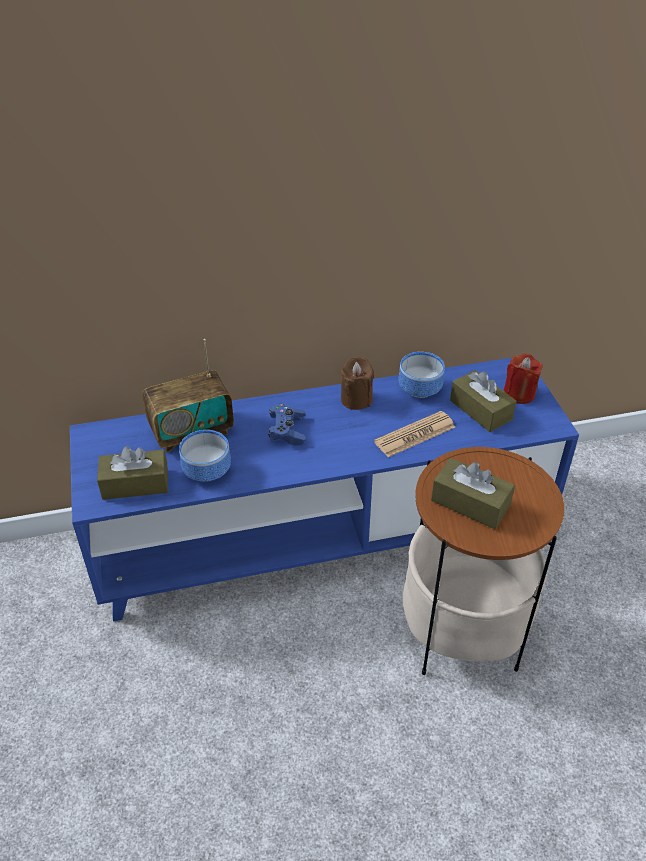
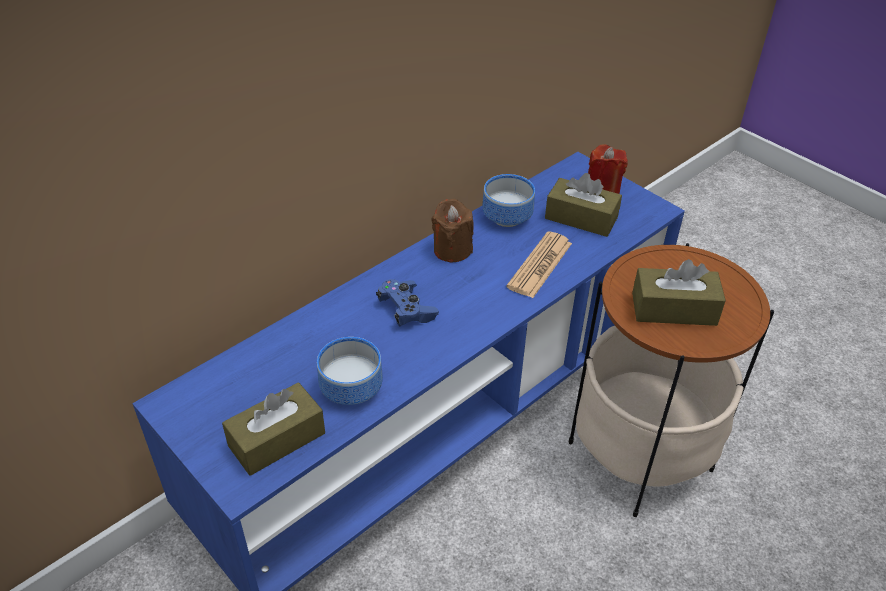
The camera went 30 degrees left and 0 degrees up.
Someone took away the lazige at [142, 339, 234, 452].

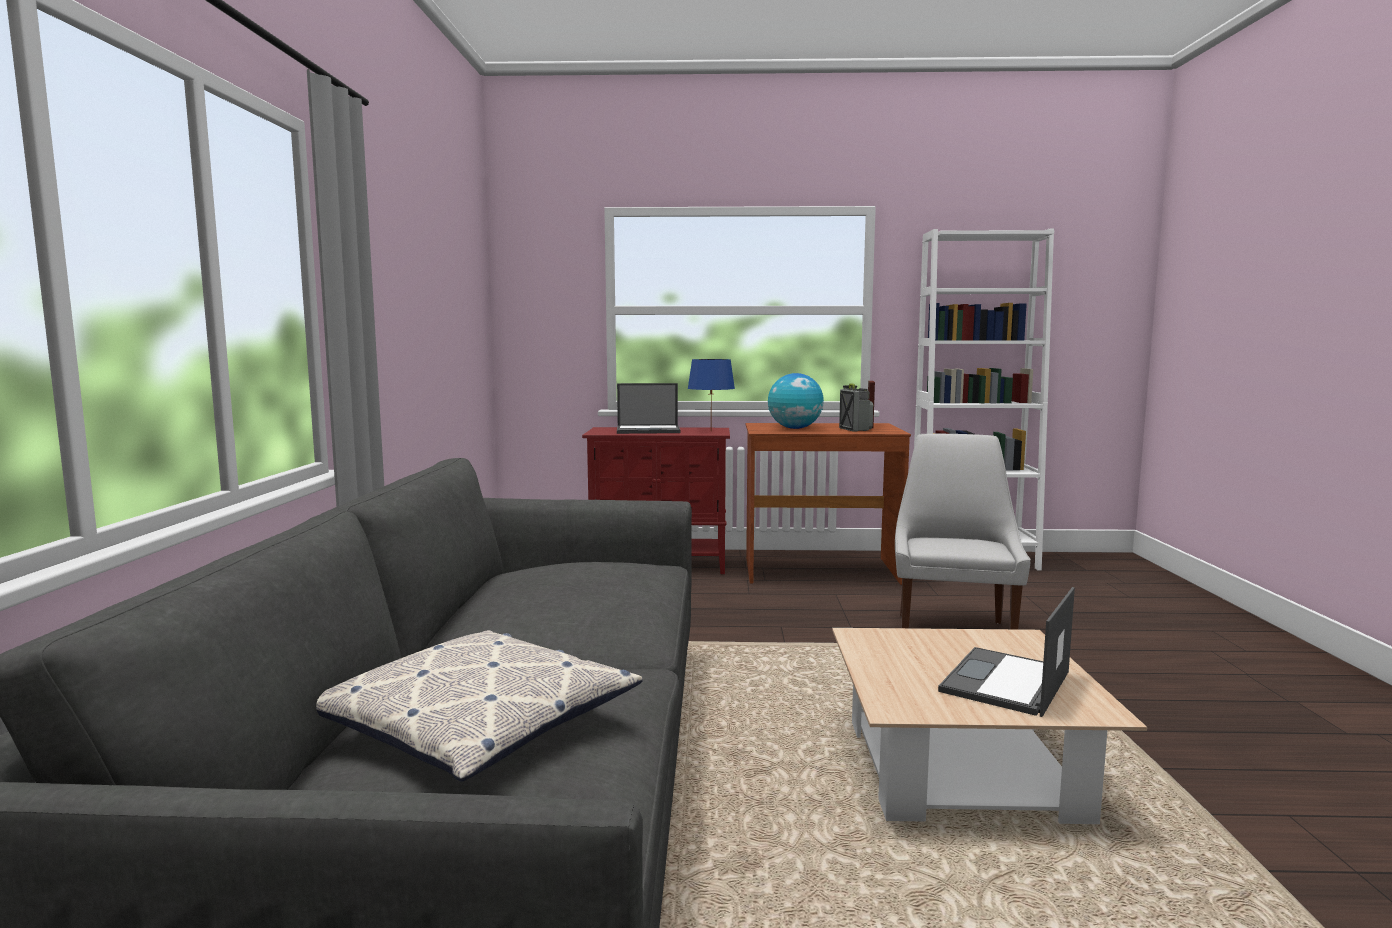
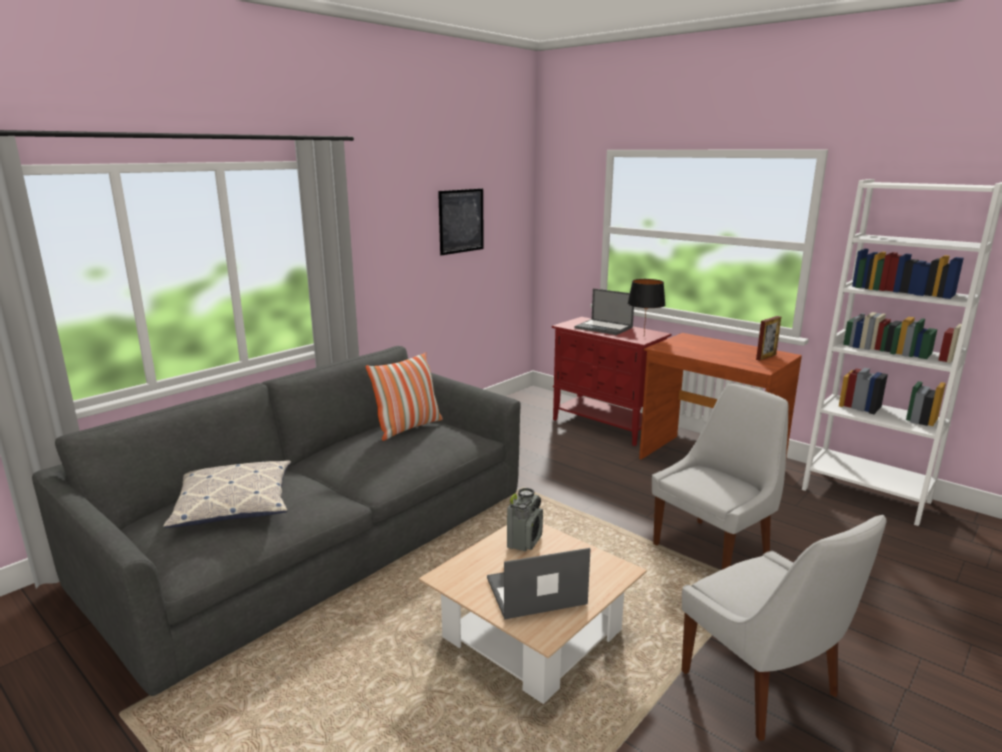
The camera went 40 degrees right and 10 degrees up.
Someone put down the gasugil at [366, 352, 443, 441].
Someone put up the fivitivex at [438, 188, 484, 255].
Someone carried the lazige from [839, 383, 873, 432] to [507, 488, 543, 551].
Someone repainted the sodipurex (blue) at [688, 359, 735, 417], which became the sodipurex (black) at [627, 279, 665, 334].
Someone put down the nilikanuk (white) at [682, 515, 887, 741].
Someone took away the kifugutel at [768, 373, 824, 429].

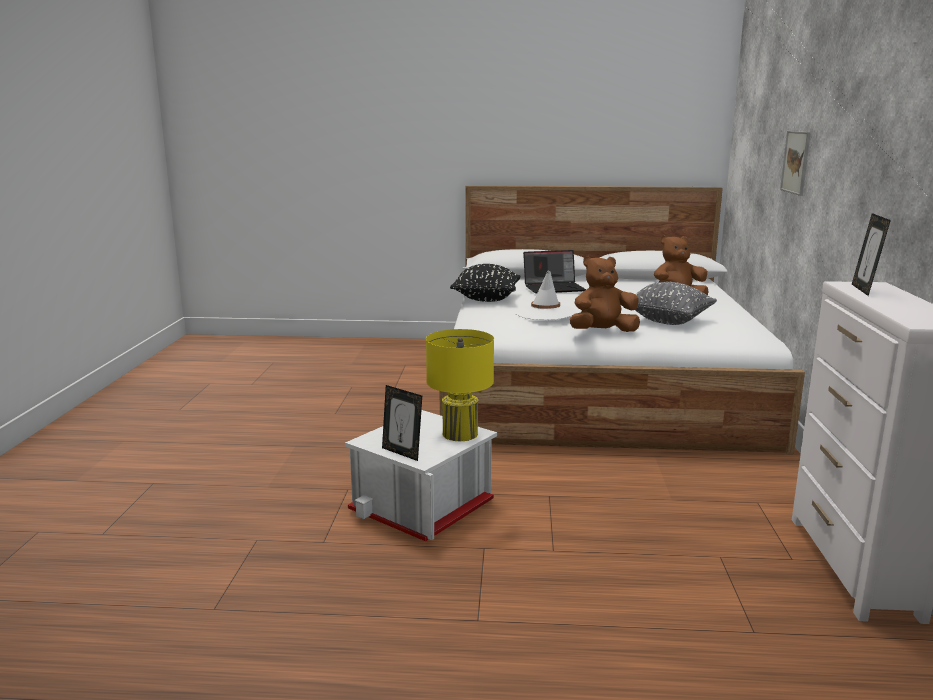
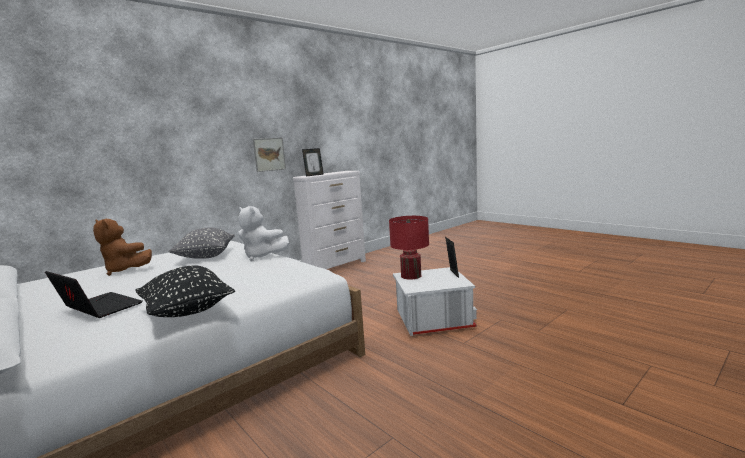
The camera went 135 degrees left and 5 degrees down.
Someone repainted the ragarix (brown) at [570, 256, 640, 332], which became the ragarix (white) at [238, 206, 289, 261].
Someone carried the fivitivex from [780, 131, 811, 196] to [253, 138, 286, 172].
Someone repainted the sodipurex (yellow) at [426, 329, 494, 441], which became the sodipurex (red) at [389, 216, 429, 279].
Someone took away the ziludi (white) at [515, 271, 576, 320].

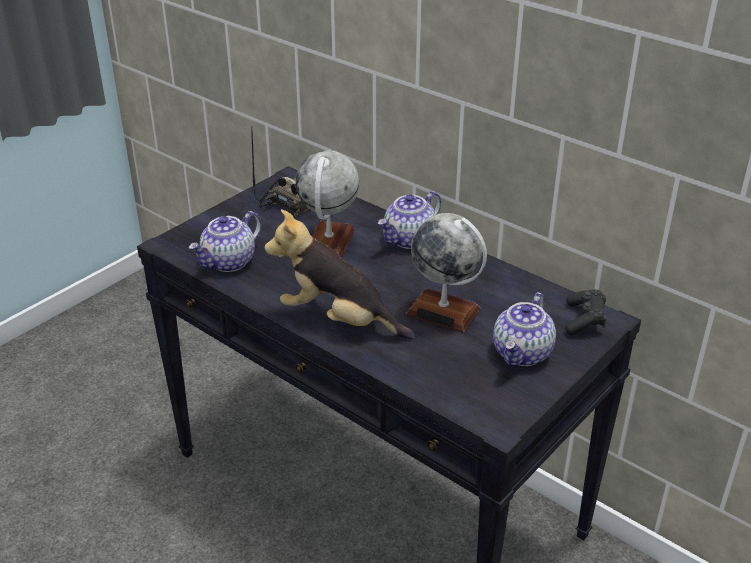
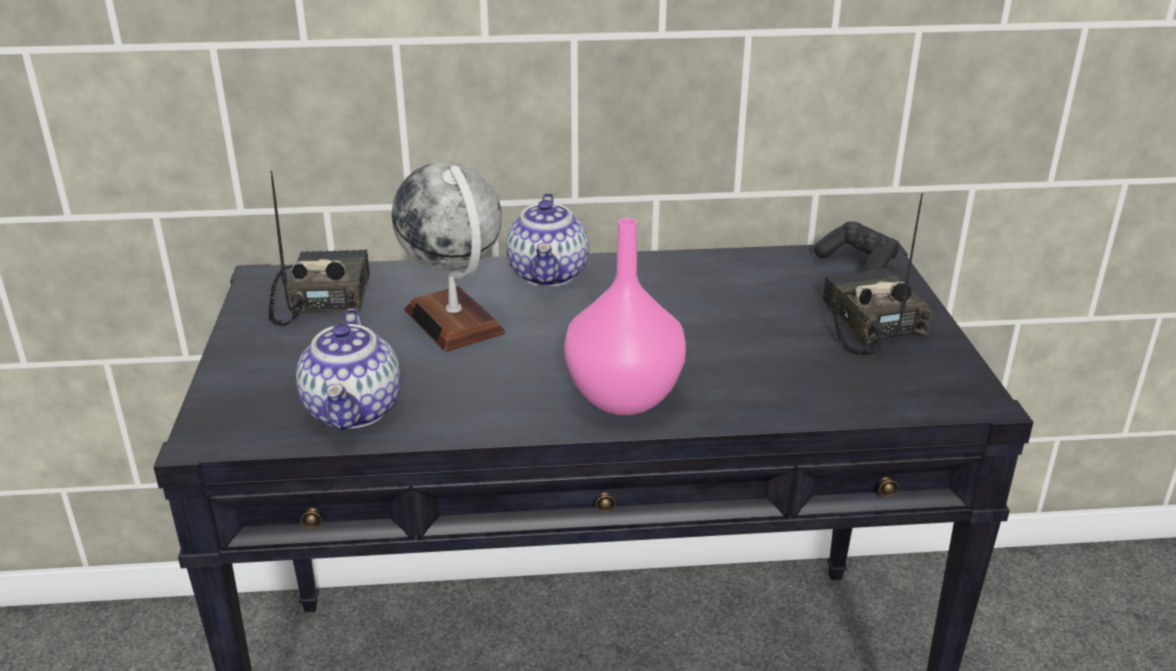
The camera went 45 degrees left and 5 degrees down.
Someone swapped the ragarix at [265, 209, 415, 339] for the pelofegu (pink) at [564, 218, 686, 416].
Someone swapped the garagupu at [493, 292, 556, 366] for the lazige at [822, 193, 933, 355].
Someone took away the kifugutel at [406, 213, 487, 333].

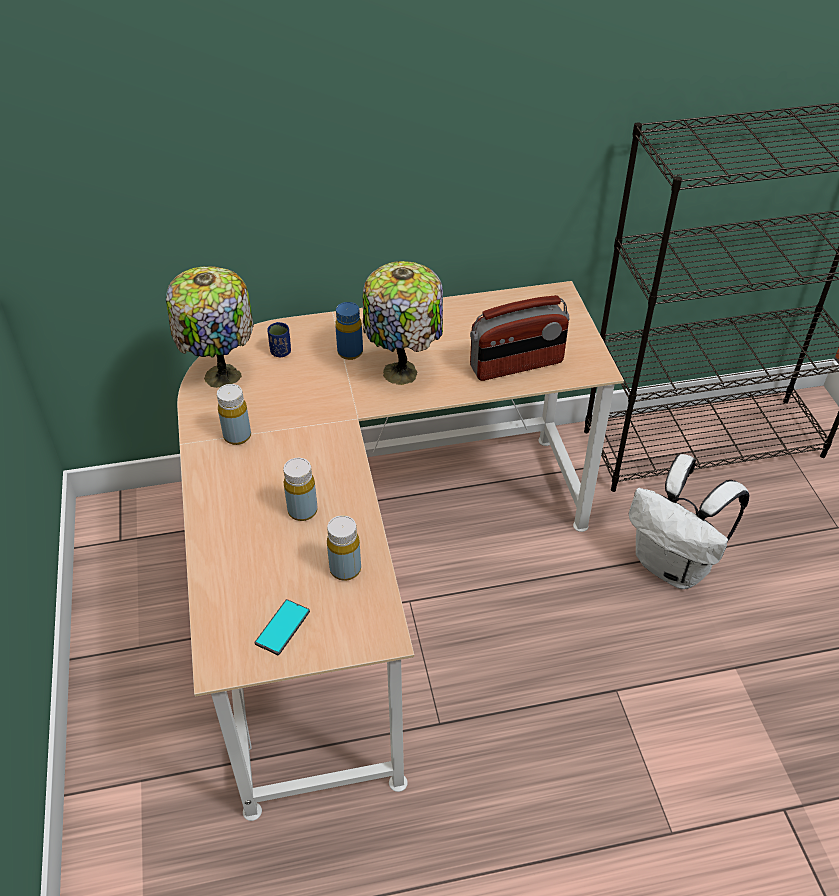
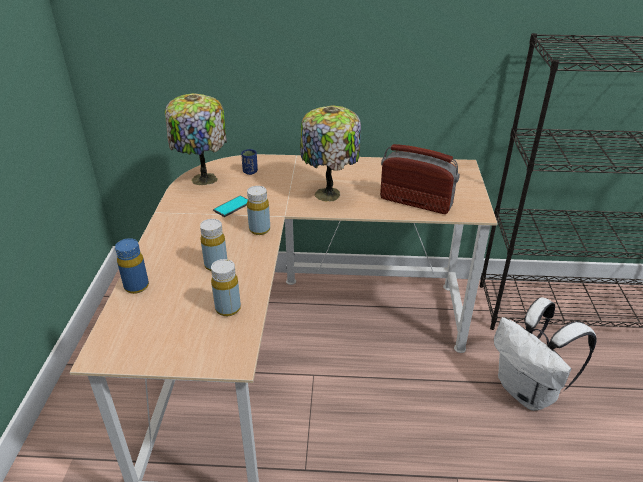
The camera went 15 degrees right and 10 degrees down.
Someone carried the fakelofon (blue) from [335, 302, 363, 360] to [115, 238, 149, 294].
Someone carried the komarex from [255, 599, 310, 655] to [213, 195, 248, 217].
Someone carried the fakelofon (yellow) from [217, 384, 251, 445] to [247, 186, 270, 235].
Someone rotated the lazige at [470, 295, 569, 381] by 150 degrees counterclockwise.

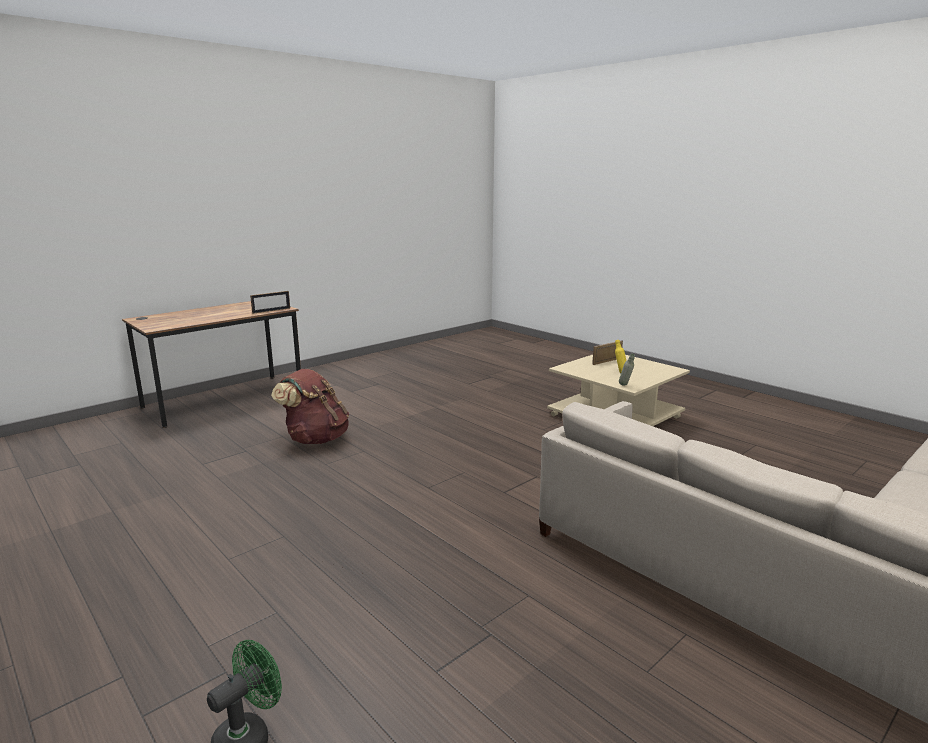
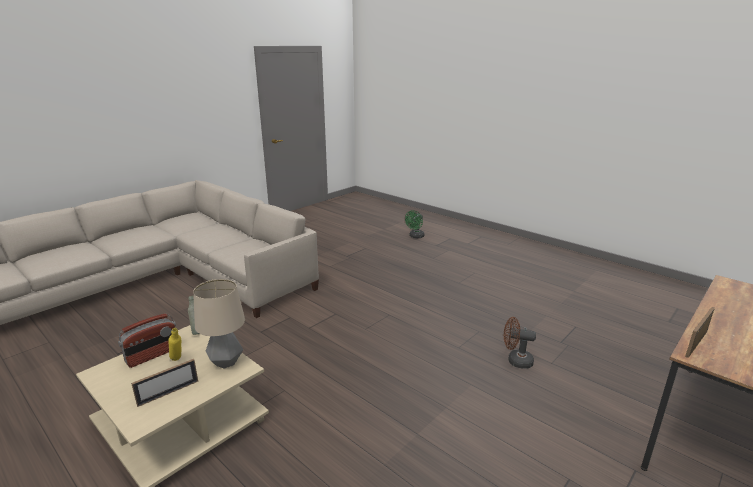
The camera went 175 degrees right and 5 degrees up.
Someone put down the lazige at [118, 313, 176, 368].
Someone put down the sodipurex at [193, 279, 245, 369].
Someone swapped the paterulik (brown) at [271, 369, 349, 444] for the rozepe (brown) at [504, 317, 536, 369].

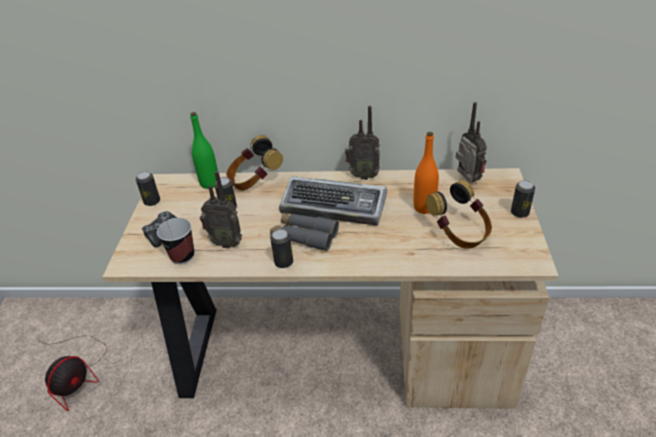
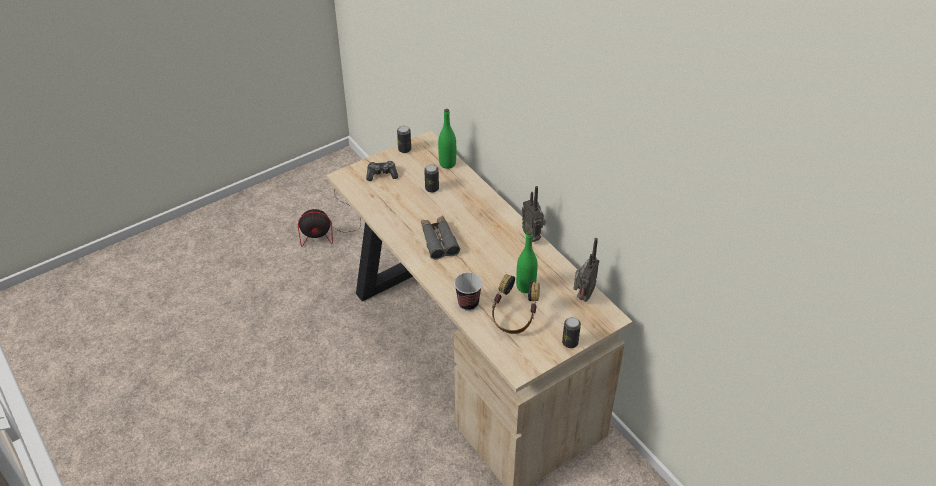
The camera went 50 degrees right and 5 degrees up.
Someone carried the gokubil from [157, 218, 194, 264] to [454, 272, 483, 311].
Someone repainted the fakelofon (orange) at [414, 132, 439, 214], which became the fakelofon (green) at [516, 231, 538, 293].
Someone took away the lazige at [200, 171, 242, 249].
Someone took away the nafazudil at [226, 135, 283, 191].
Someone took away the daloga at [270, 229, 293, 268].
Someone took away the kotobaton at [279, 176, 387, 226].

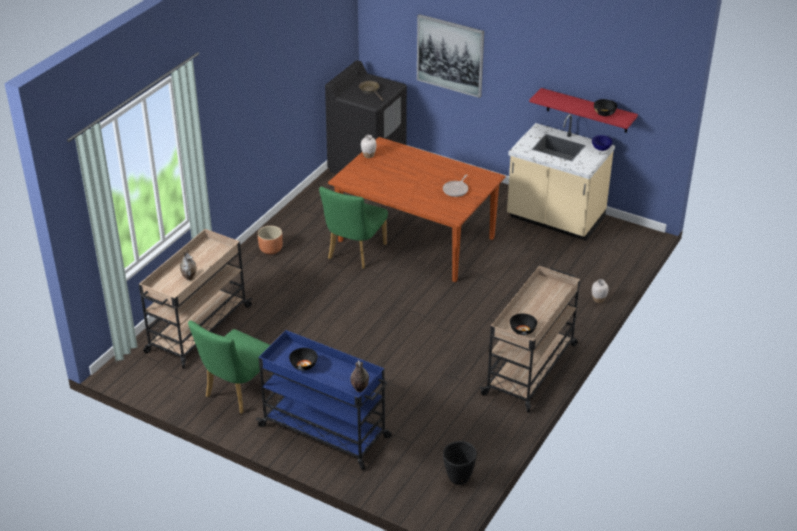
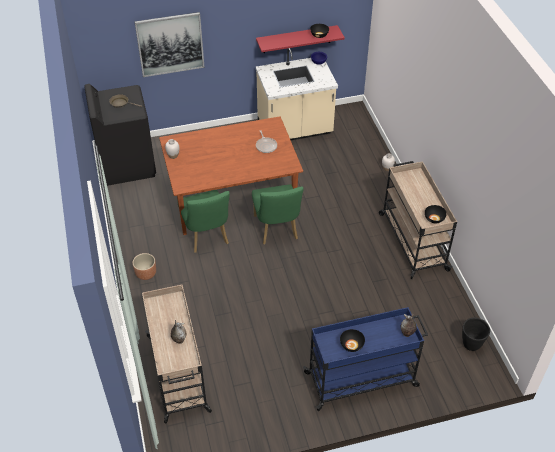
The camera went 45 degrees left and 10 degrees up.
Someone carried the nilikanuk (green) from [188, 321, 270, 414] to [252, 184, 303, 244].

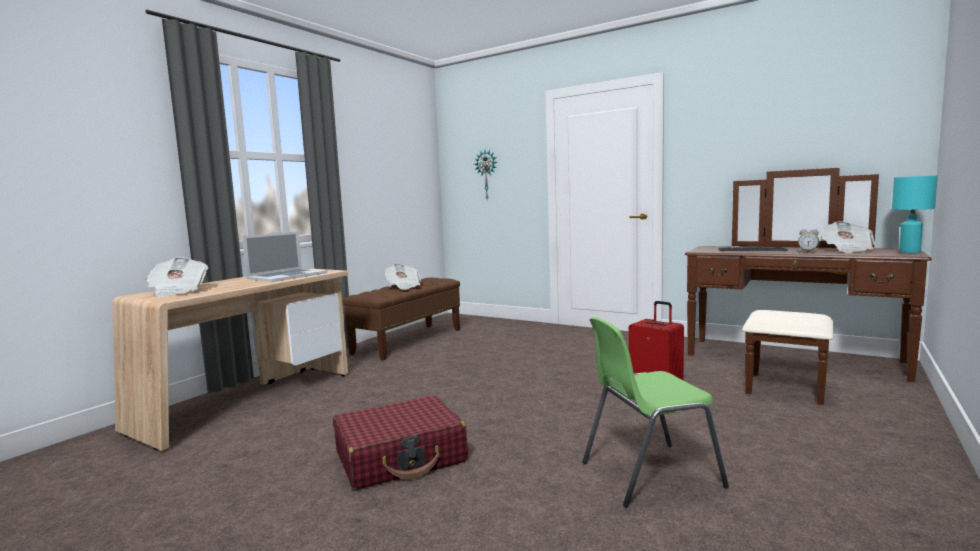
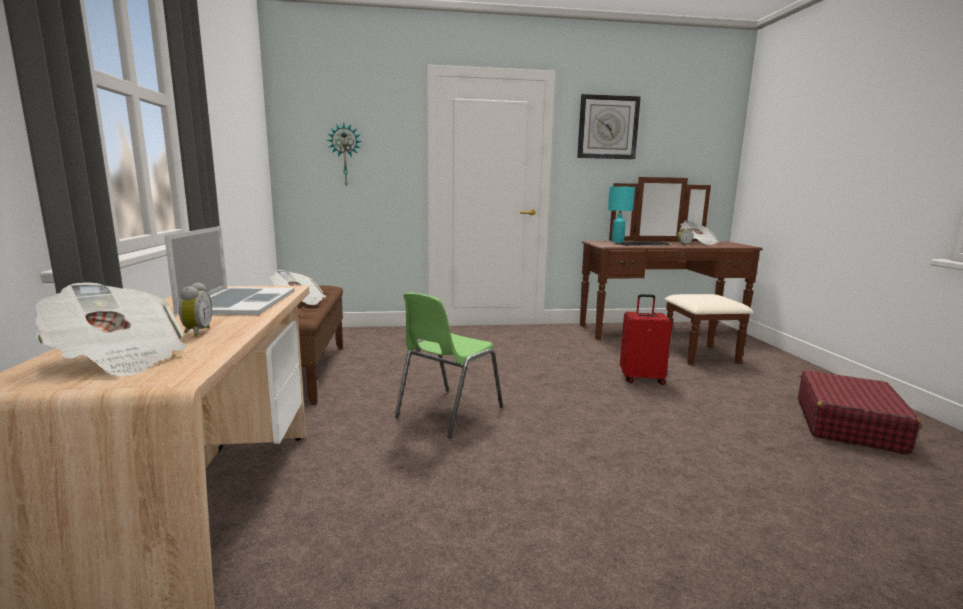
The camera went 40 degrees left and 5 degrees up.
Someone put down the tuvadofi at [179, 282, 212, 337].
Someone carried the nilikanuk (green) from [583, 317, 729, 508] to [394, 293, 503, 438].
Someone put up the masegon at [577, 94, 641, 159].
Someone carried the sodipurex (turquoise) from [892, 176, 938, 253] to [608, 186, 635, 242].
Someone carried the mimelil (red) from [333, 395, 468, 490] to [798, 370, 921, 455].

